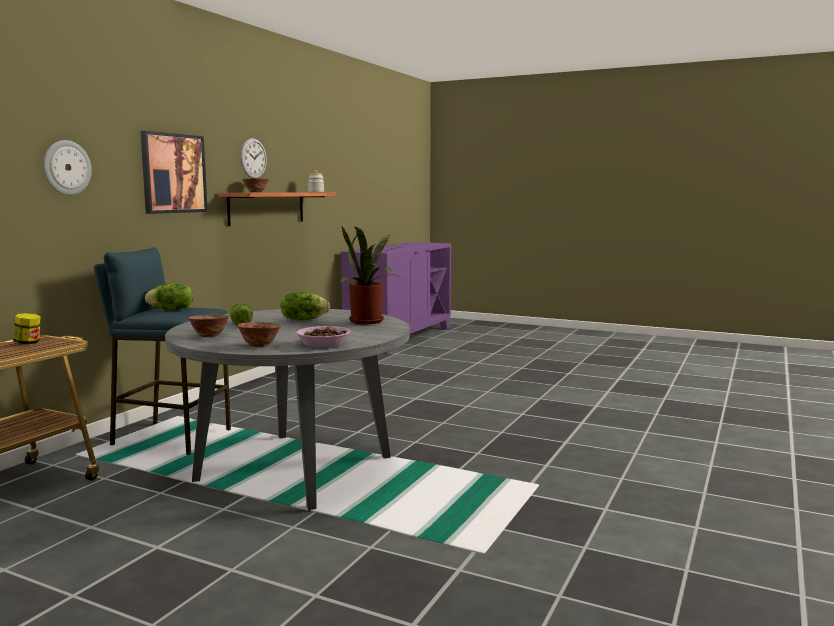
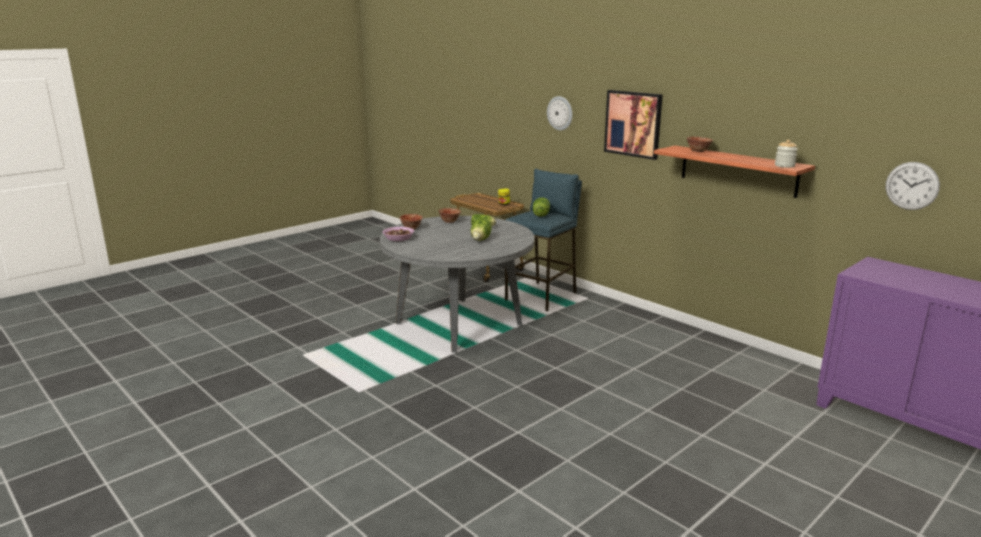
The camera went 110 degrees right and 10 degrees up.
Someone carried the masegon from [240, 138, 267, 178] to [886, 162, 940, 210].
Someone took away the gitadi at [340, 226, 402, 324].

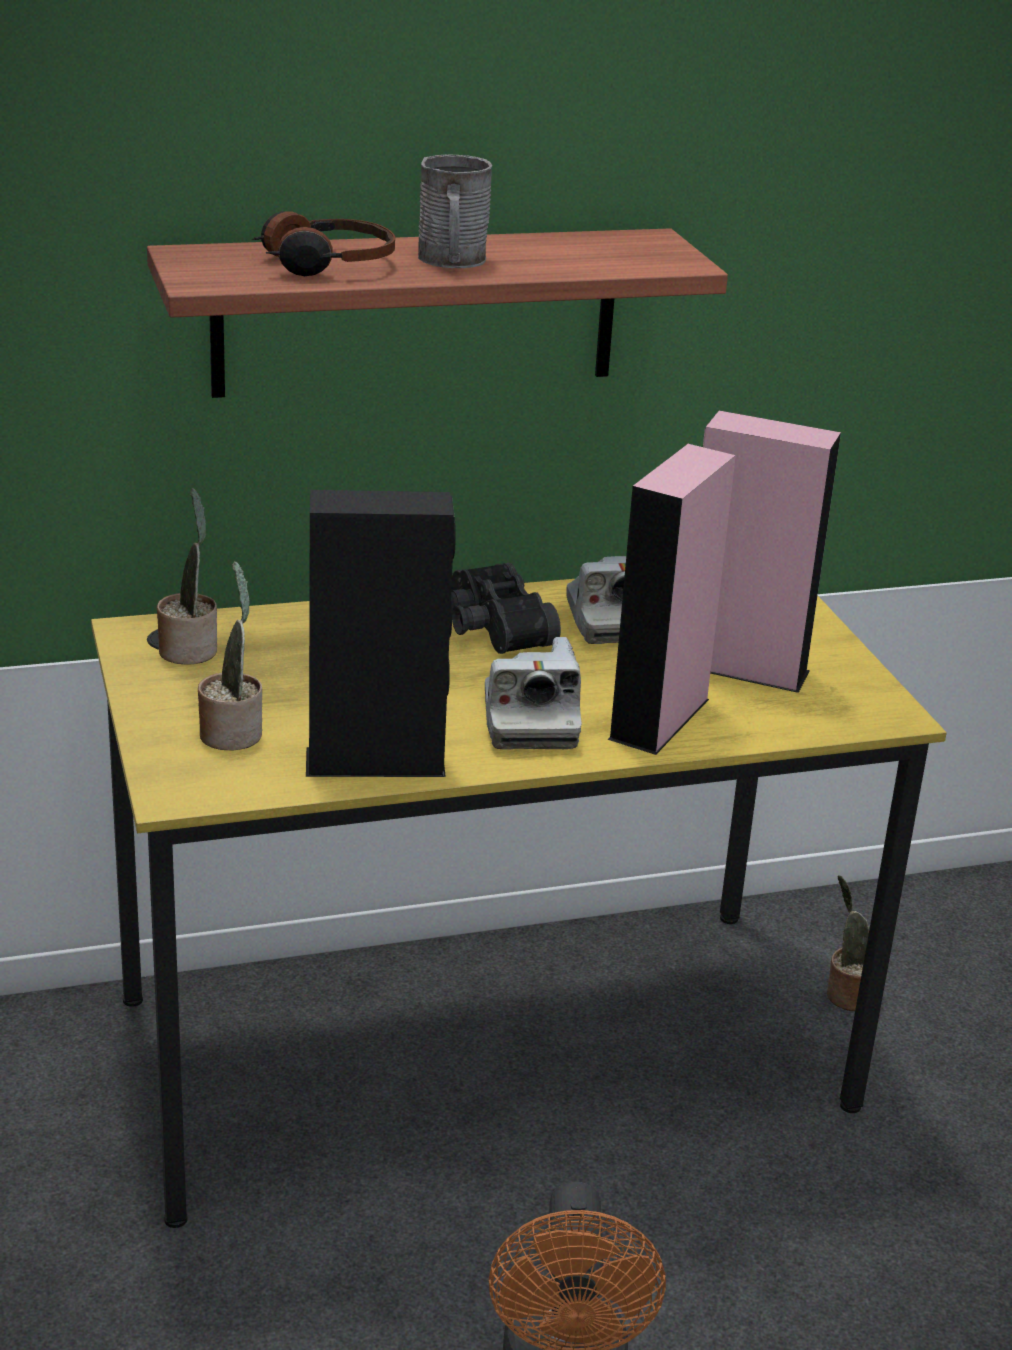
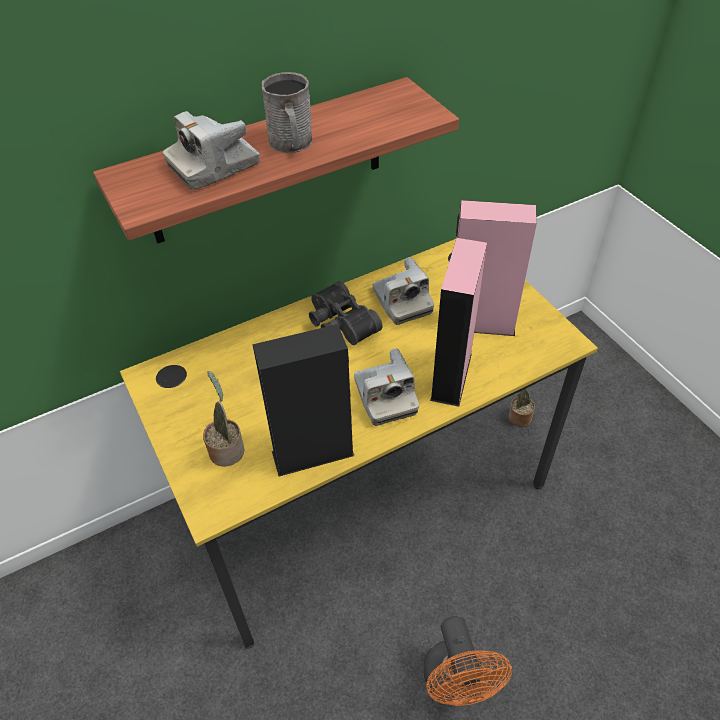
The camera went 10 degrees left and 20 degrees up.
Someone swapped the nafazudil at [252, 211, 395, 276] for the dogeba at [163, 111, 260, 190].
Someone took away the gitadi at [157, 488, 217, 665].

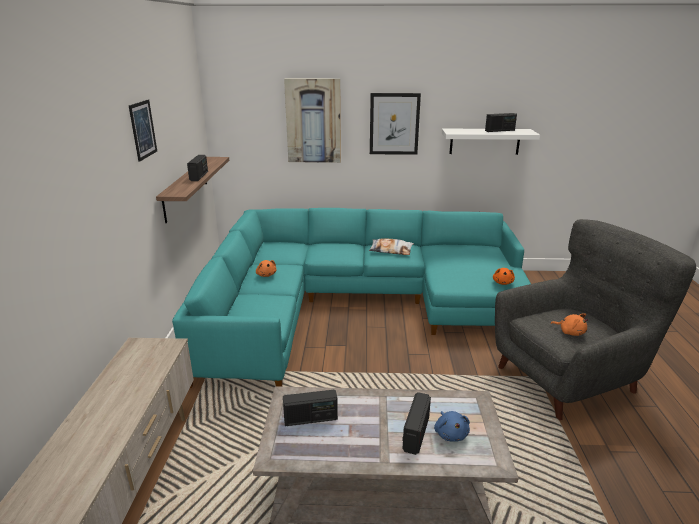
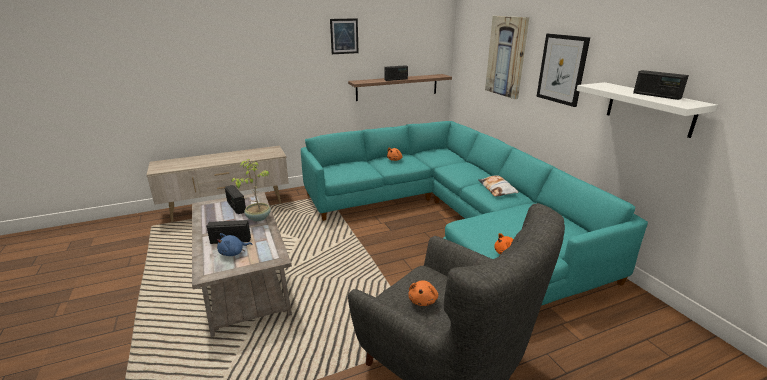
The camera went 65 degrees right and 0 degrees up.
Someone put down the gitadi at [231, 159, 271, 222].

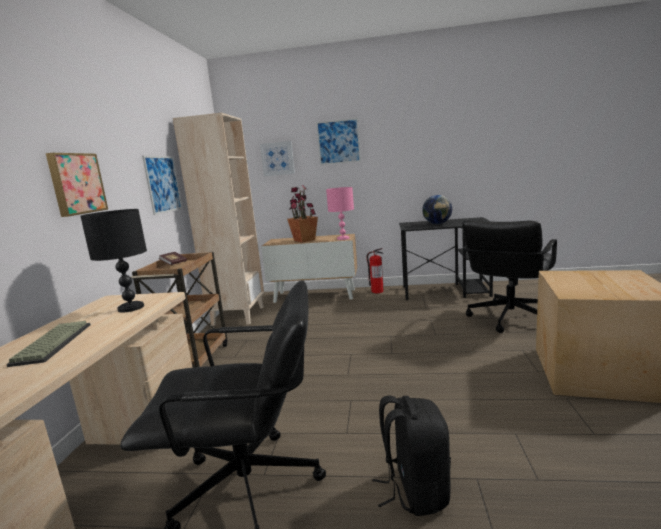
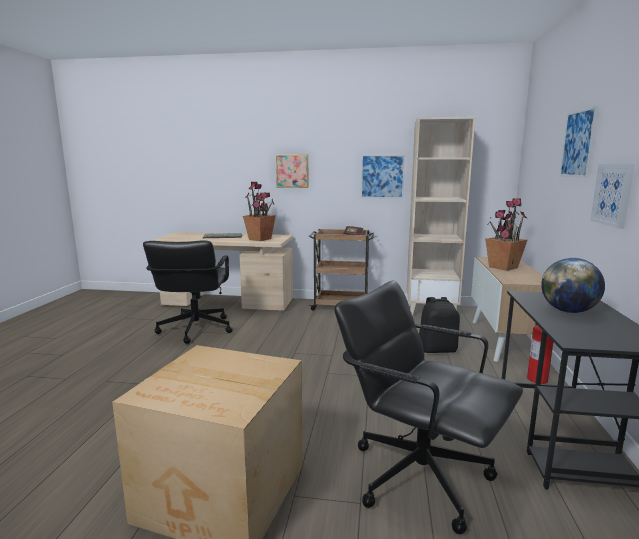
The camera went 90 degrees right and 0 degrees up.
Someone swapped the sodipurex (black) at [81, 209, 147, 313] for the gitadi at [243, 182, 276, 241].
Someone carried the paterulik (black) from [372, 396, 451, 516] to [419, 297, 460, 353].
Someone carried the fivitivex from [260, 141, 295, 176] to [590, 164, 635, 229].
Someone took away the sodipurex (pink) at [326, 187, 354, 240].

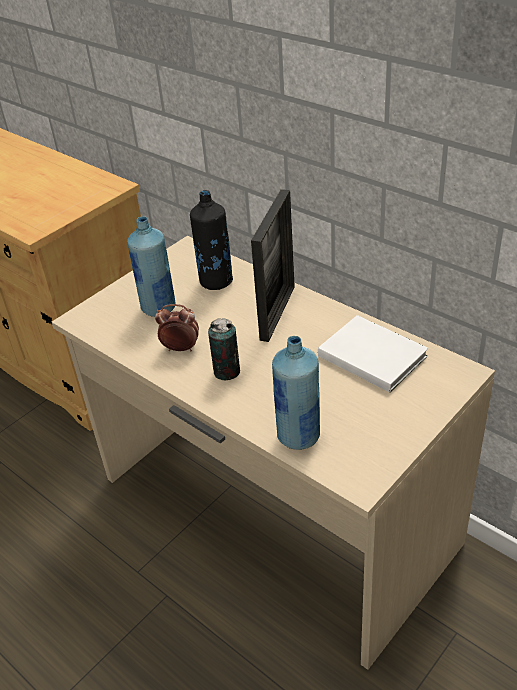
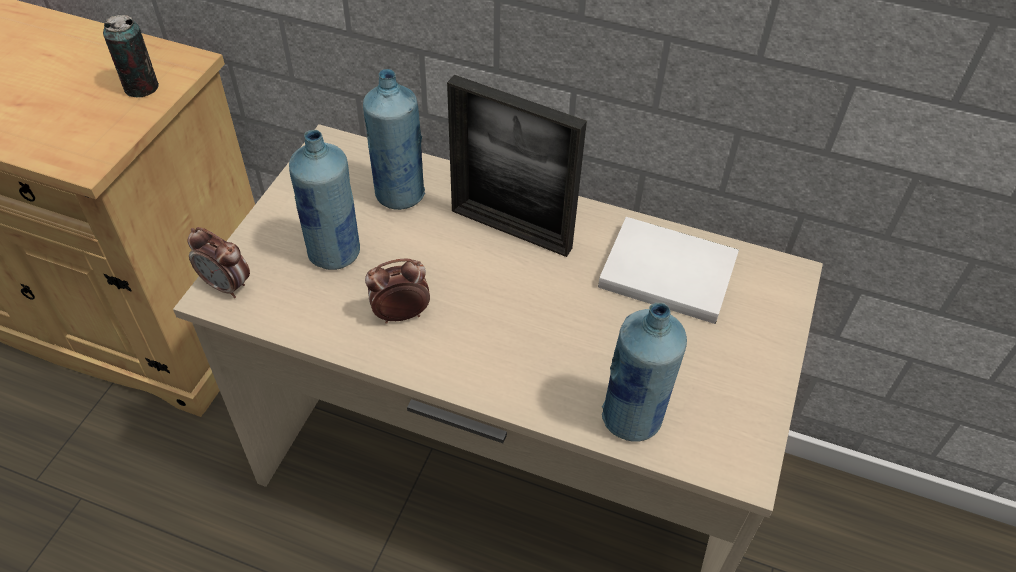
The camera went 25 degrees left and 10 degrees up.
Someone carried the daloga from [208, 318, 240, 381] to [103, 15, 159, 98].
Someone put down the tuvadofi at [187, 227, 250, 298].
Someone repainted the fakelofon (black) at [190, 190, 233, 290], which became the fakelofon (blue) at [363, 69, 425, 210].
Someone rotated the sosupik at [251, 189, 295, 342] by 120 degrees clockwise.

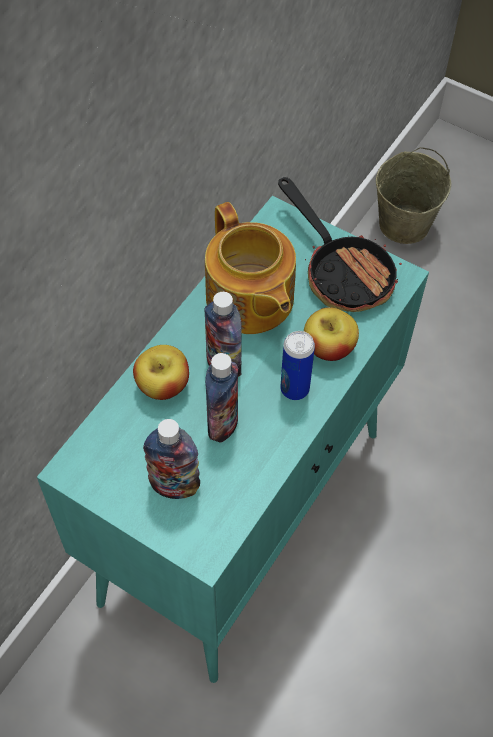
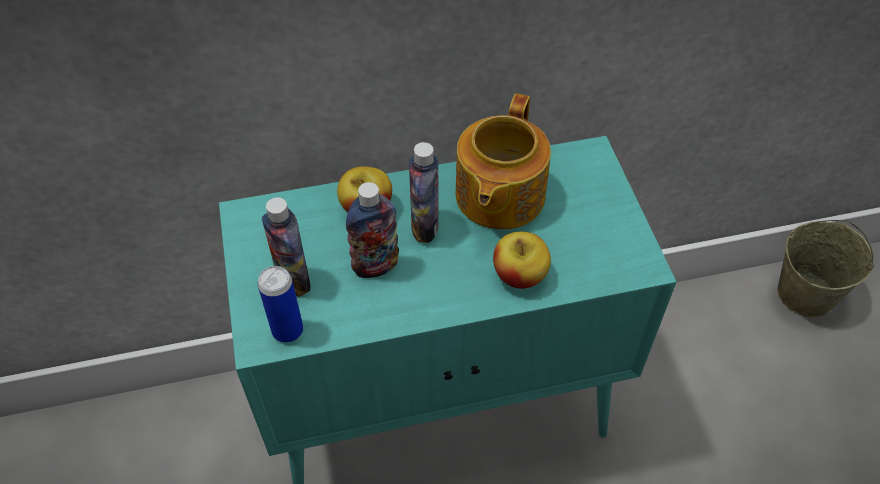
The camera went 45 degrees right and 5 degrees down.
Someone carried the daloga from [280, 331, 315, 400] to [258, 266, 303, 343].
Someone took away the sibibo at [278, 177, 402, 312].

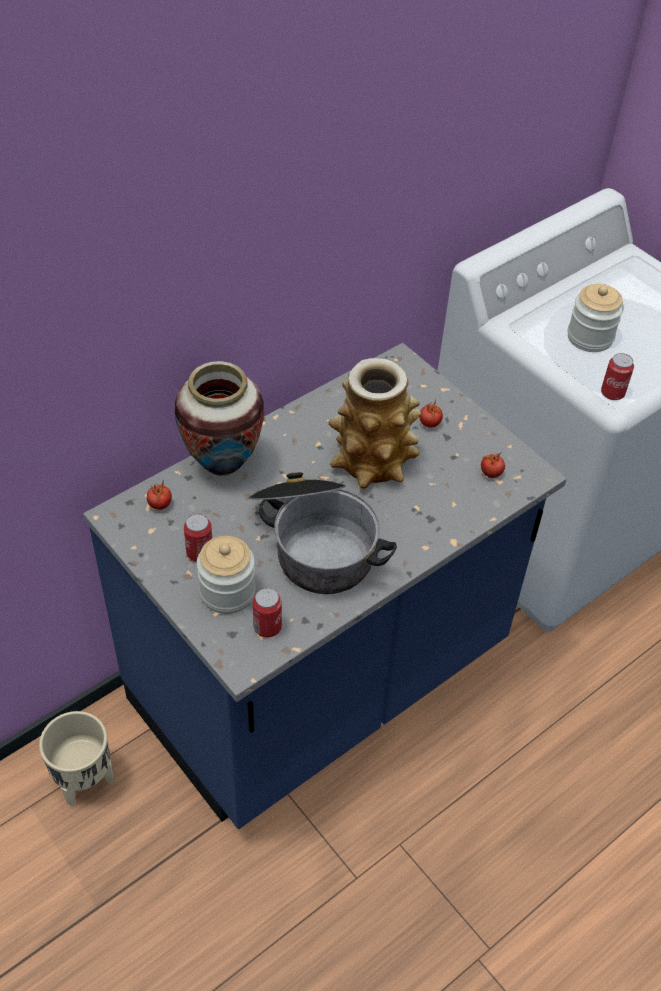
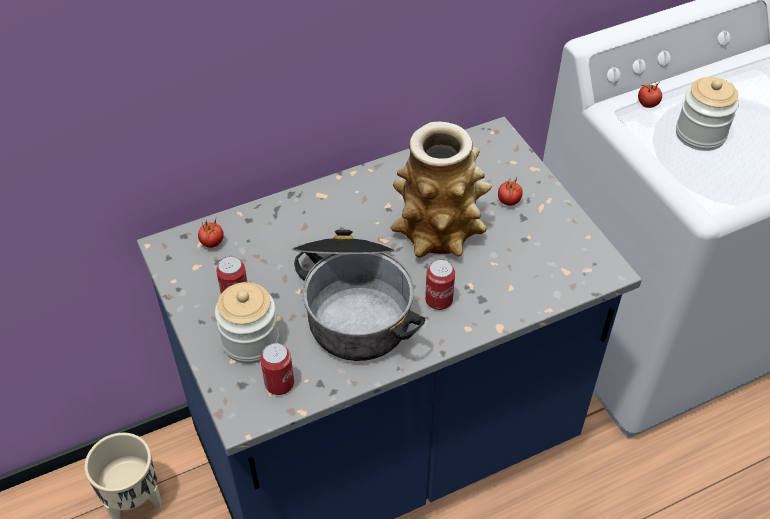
The camera went 15 degrees right and 0 degrees up.
Someone carried the daloga from [601, 353, 634, 400] to [425, 259, 455, 310].
Someone carried the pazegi from [481, 453, 505, 478] to [638, 81, 662, 108].
Someone took away the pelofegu at [174, 361, 264, 476].

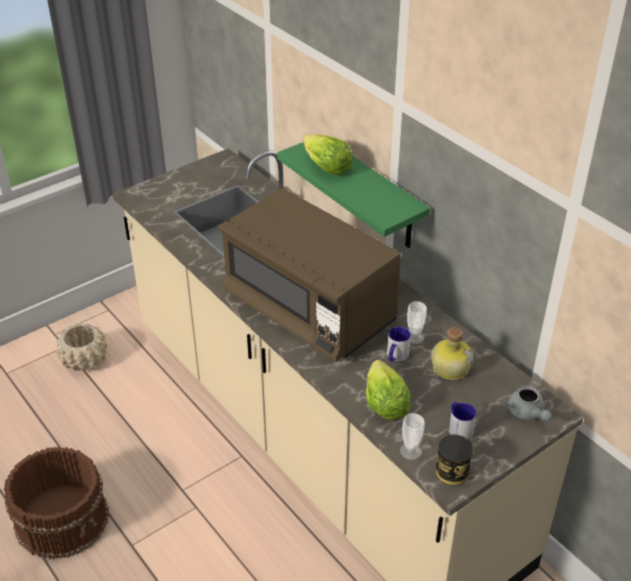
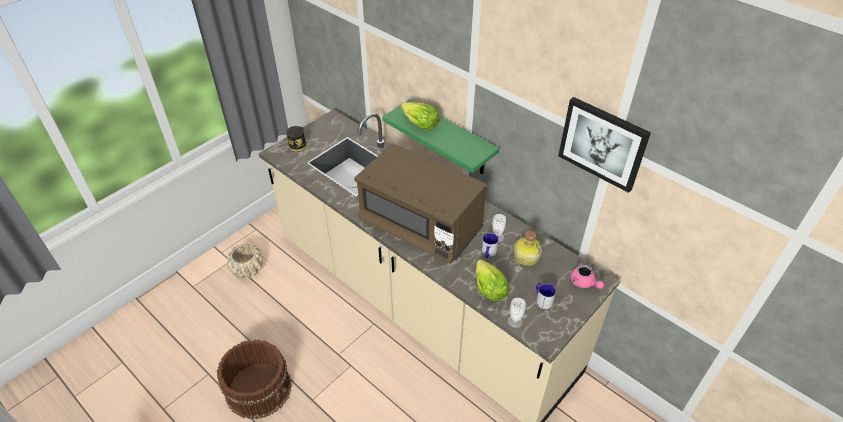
The camera went 10 degrees left and 5 degrees up.
Someone carried the daloga from [435, 434, 473, 486] to [286, 126, 306, 152].
Someone put up the fivitivex at [558, 97, 651, 193].
Someone repainted the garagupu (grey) at [507, 385, 552, 421], which became the garagupu (pink) at [571, 264, 604, 289].

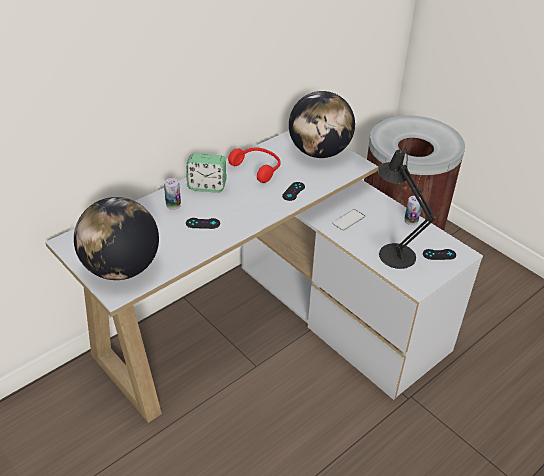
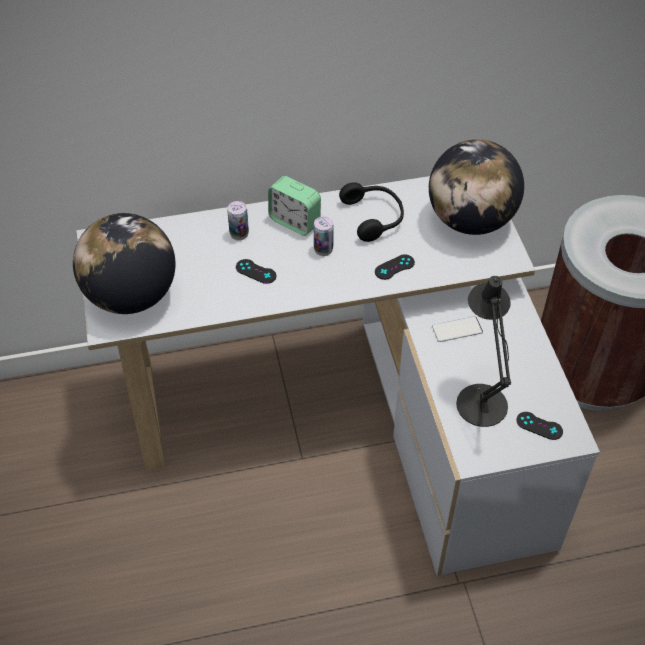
The camera went 30 degrees right and 10 degrees up.
Someone carried the daloga from [405, 196, 422, 226] to [314, 216, 334, 256].
Someone repainted the nafazudil (red) at [228, 148, 281, 183], which became the nafazudil (black) at [339, 182, 404, 242].

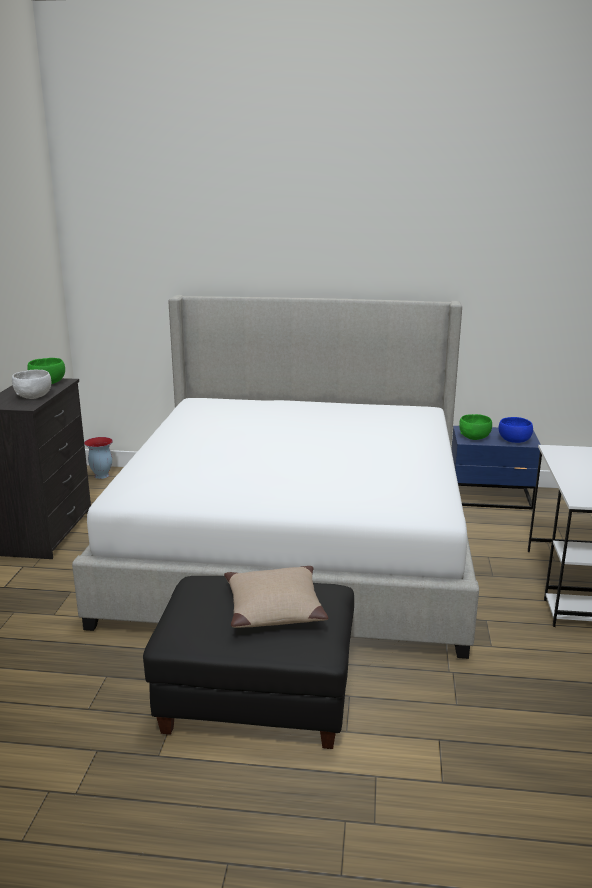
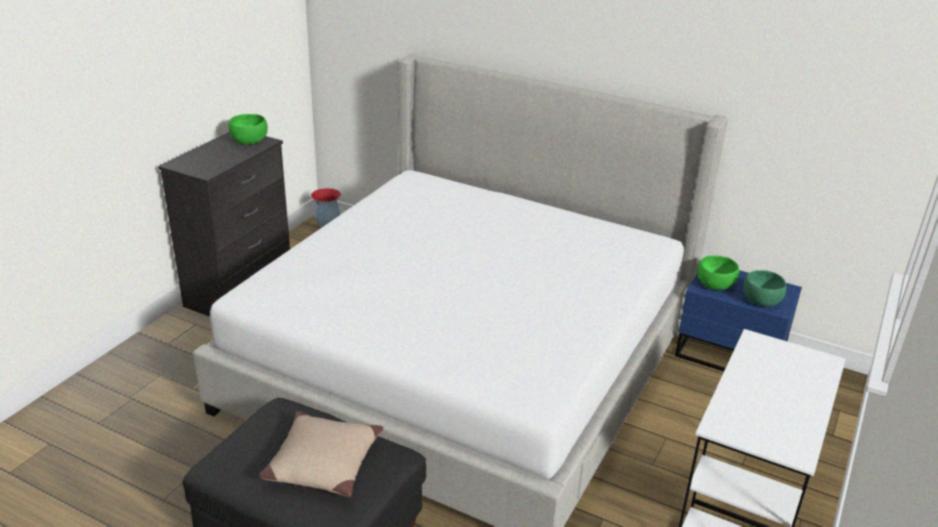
The camera went 20 degrees right and 10 degrees up.
Someone repainted the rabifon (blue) at [499, 417, 533, 443], which became the rabifon (green) at [743, 270, 786, 306].
Someone took away the rabifon (white) at [12, 370, 51, 399].

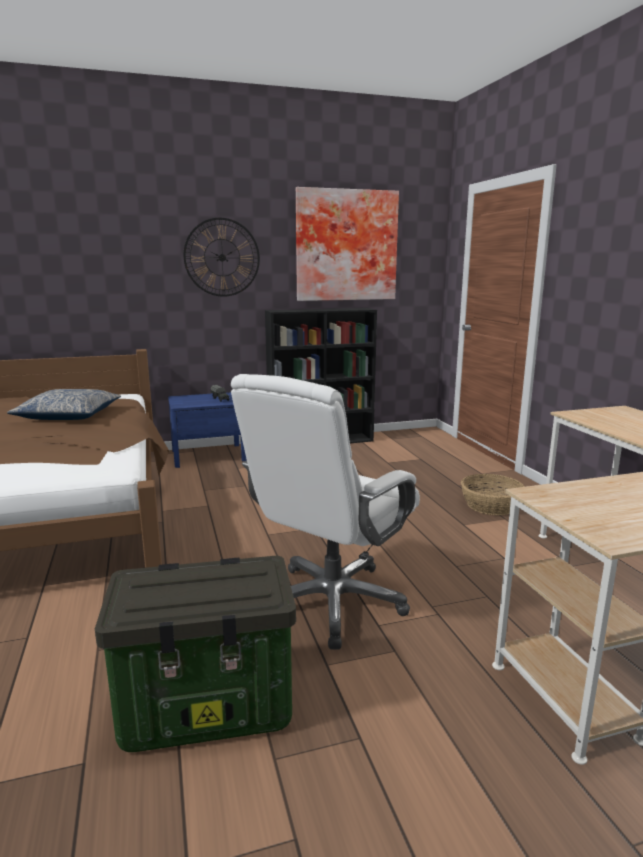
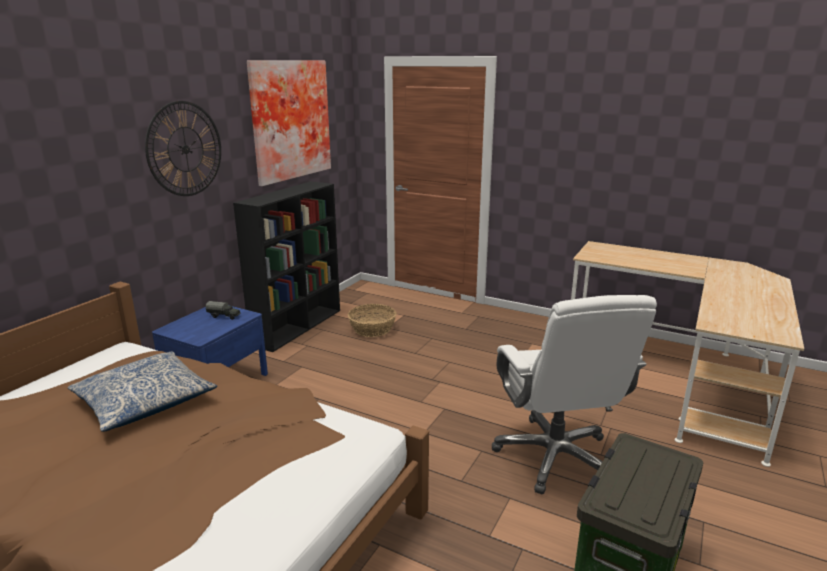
The camera went 45 degrees left and 5 degrees up.
Someone carried the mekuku from [461, 474, 525, 515] to [348, 304, 396, 337].

